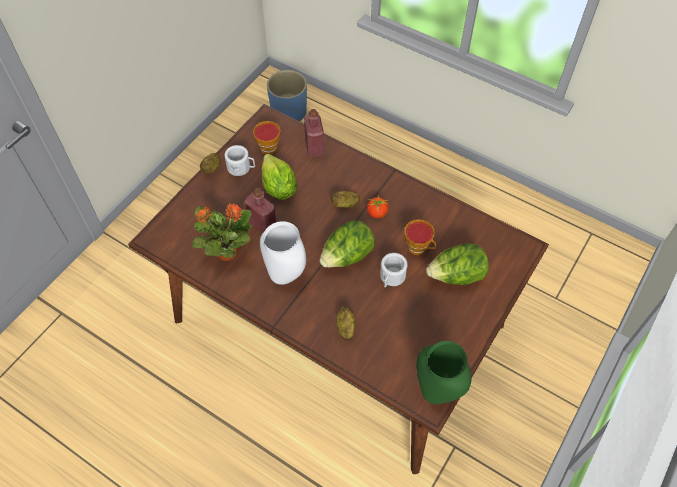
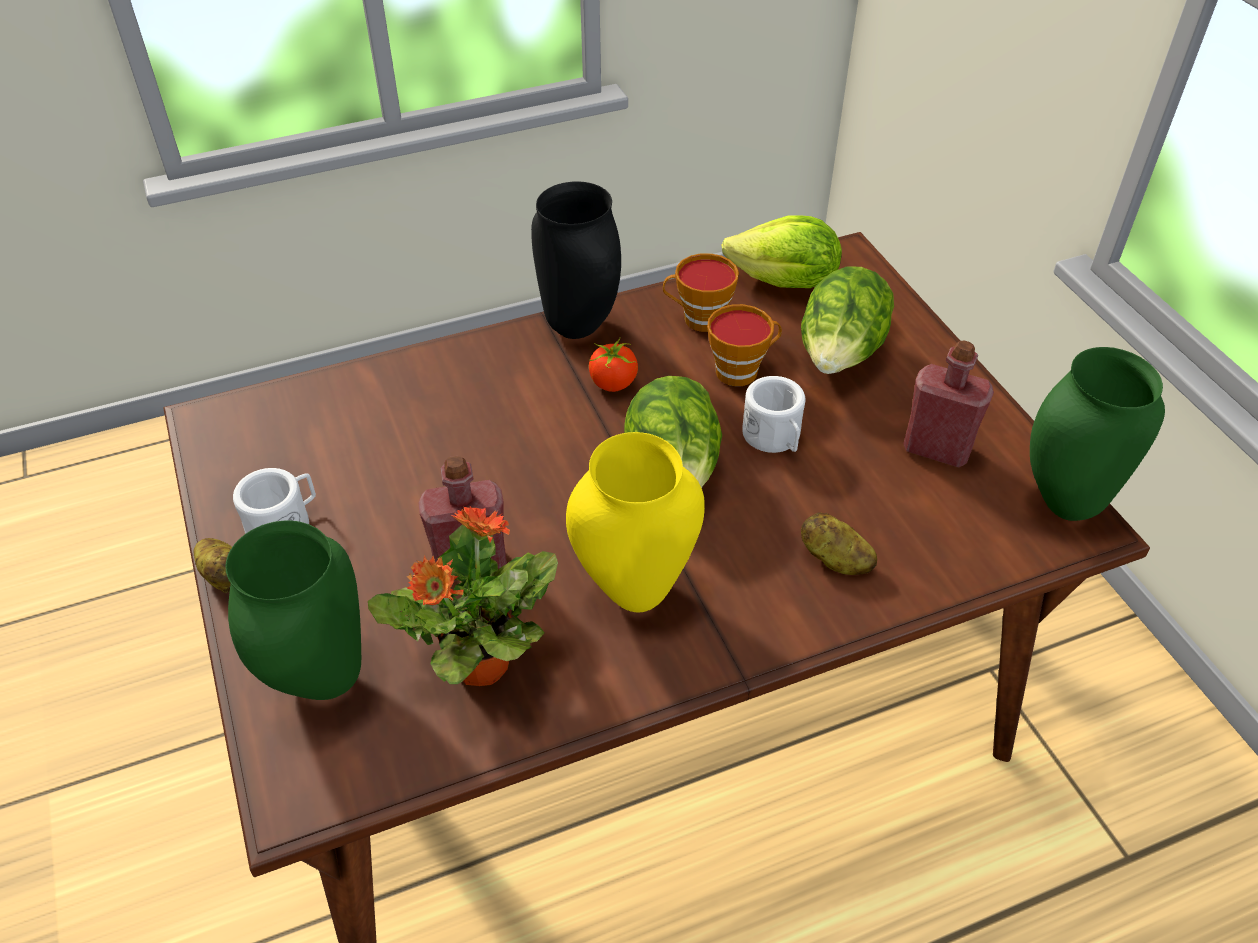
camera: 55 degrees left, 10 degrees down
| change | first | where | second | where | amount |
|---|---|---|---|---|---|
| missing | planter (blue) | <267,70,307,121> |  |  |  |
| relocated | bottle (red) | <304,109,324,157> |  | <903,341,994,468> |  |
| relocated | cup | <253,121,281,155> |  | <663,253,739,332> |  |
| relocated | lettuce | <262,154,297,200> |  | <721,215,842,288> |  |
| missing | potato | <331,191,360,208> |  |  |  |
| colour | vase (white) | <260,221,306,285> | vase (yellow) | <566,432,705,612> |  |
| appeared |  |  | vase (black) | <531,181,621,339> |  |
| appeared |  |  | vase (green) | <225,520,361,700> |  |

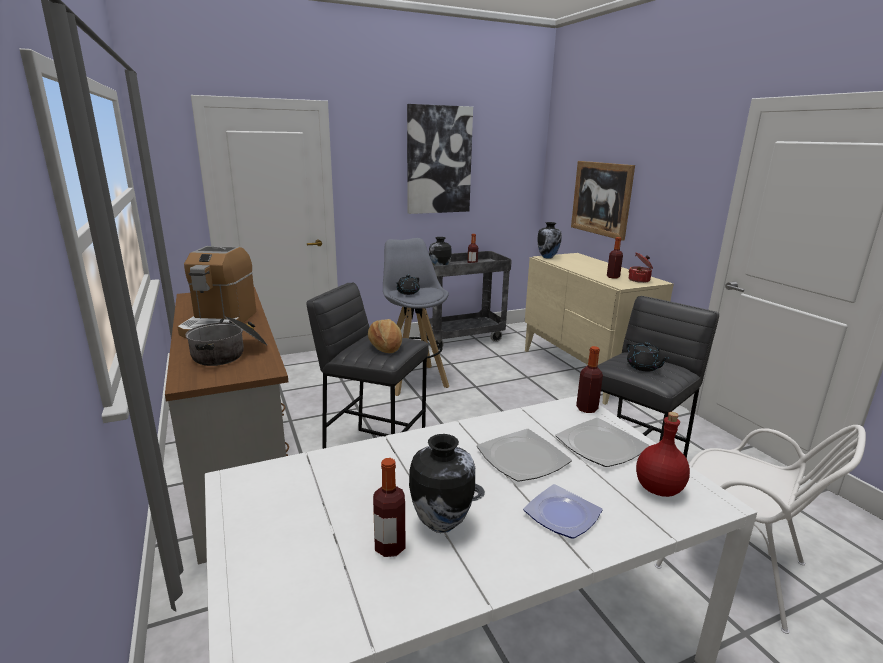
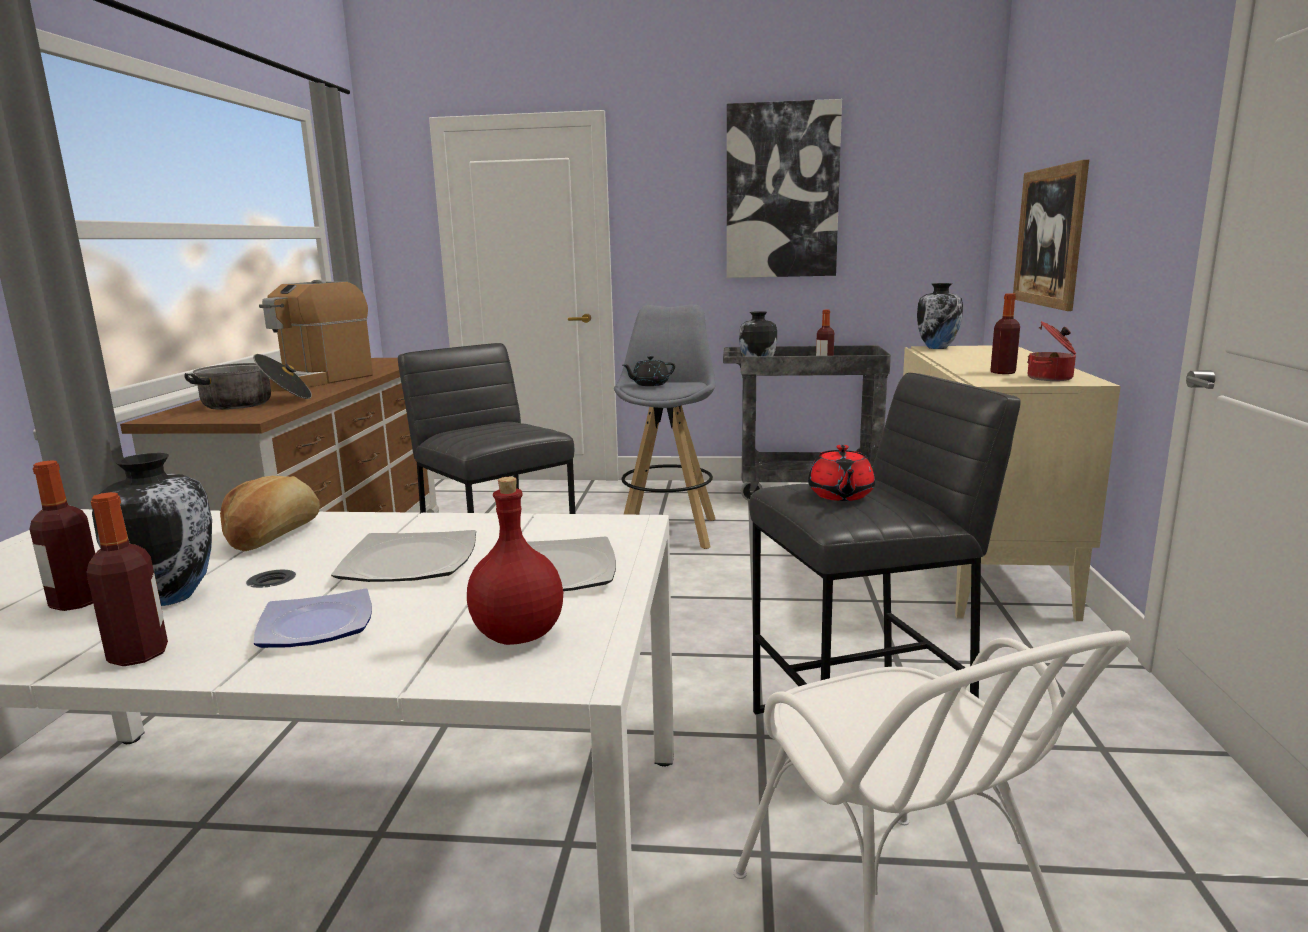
camera: 30 degrees right, 5 degrees down
| change | first | where | second | where | amount |
|---|---|---|---|---|---|
| relocated | bread | <368,319,402,353> |  | <220,476,320,551> |  |
| colour | teapot (black) | <626,342,669,372> | teapot (red) | <808,445,875,501> |  |
| relocated | bottle | <576,346,603,413> |  | <86,492,168,666> |  |

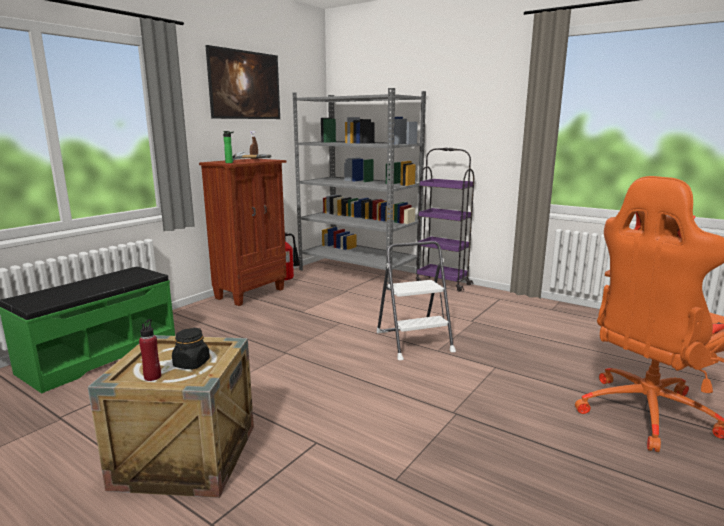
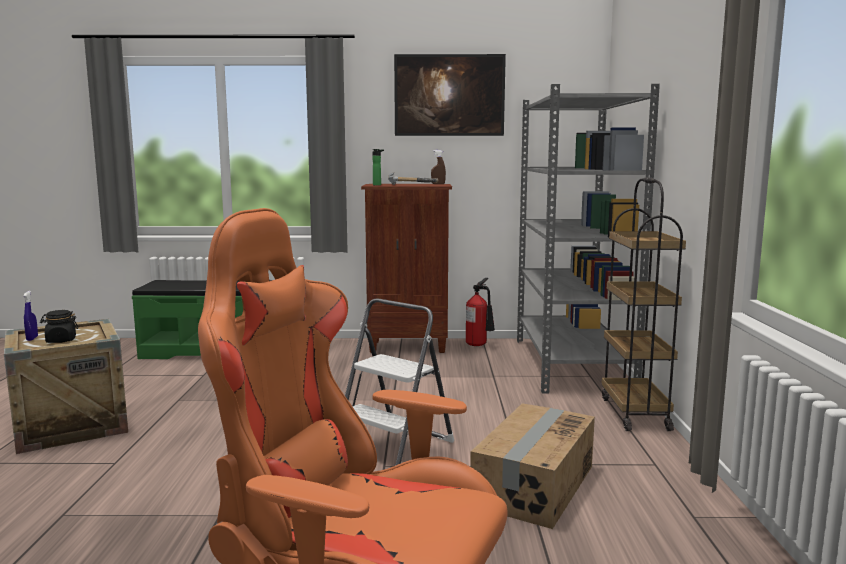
camera: 55 degrees right, 5 degrees down
| change | first | where | second | where | amount |
|---|---|---|---|---|---|
| colour | cart (purple) | <416,148,474,291> | cart (brown) | <601,177,686,431> |  |
| exchanged | bottle (red) | <139,319,161,381> | spray bottle (blue) | <24,291,38,341> |  |
| appeared |  |  | cardboard box | <470,403,595,529> |  |

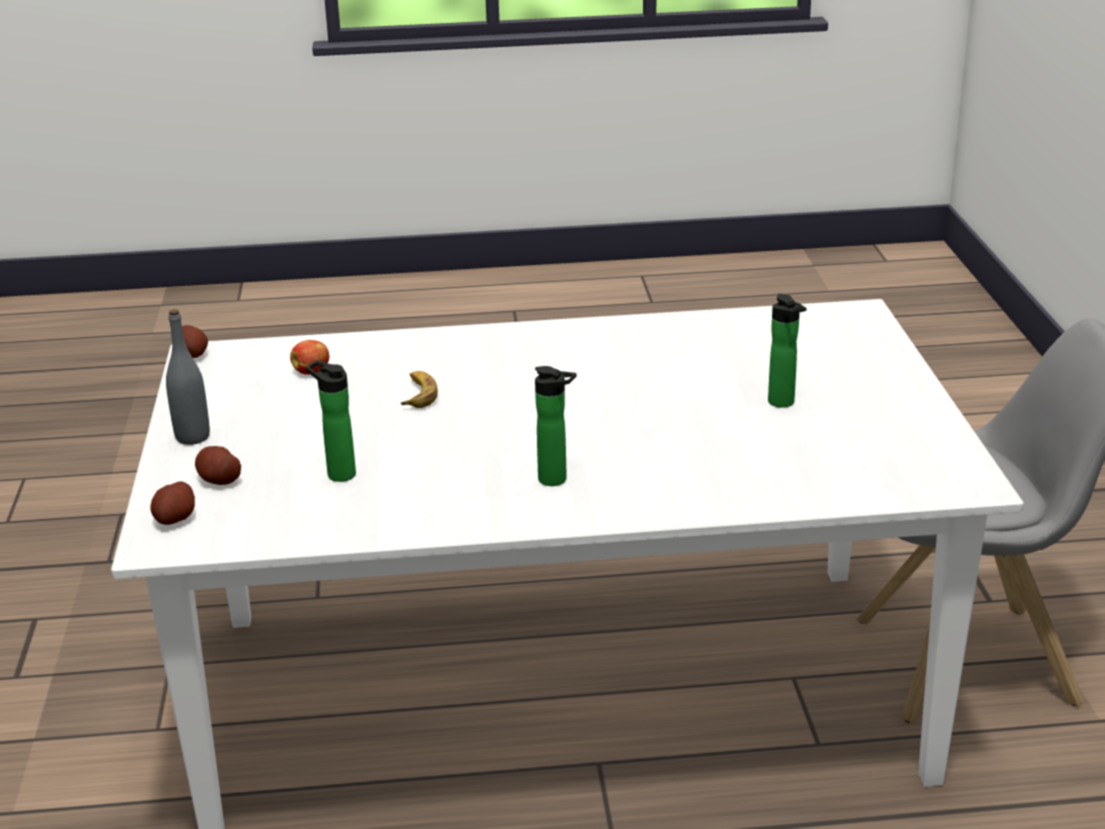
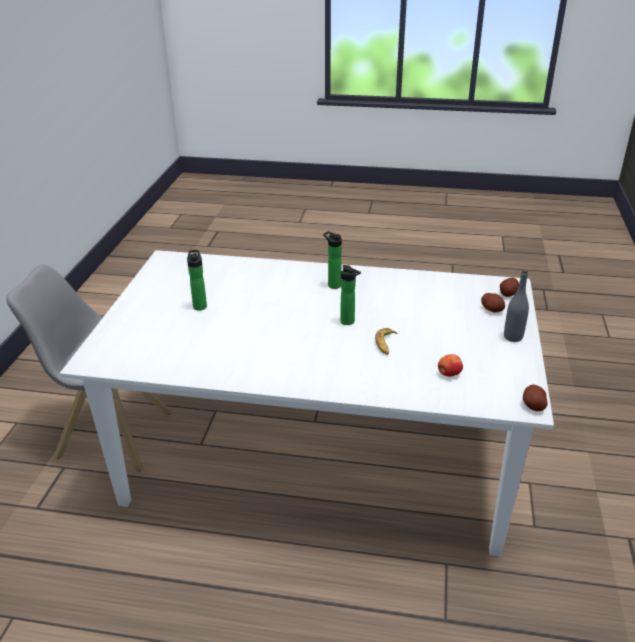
camera: 165 degrees left, 5 degrees up
| change | first | where | second | where | amount |
|---|---|---|---|---|---|
| relocated | bottle | <306,360,356,482> |  | <340,265,361,325> |  |

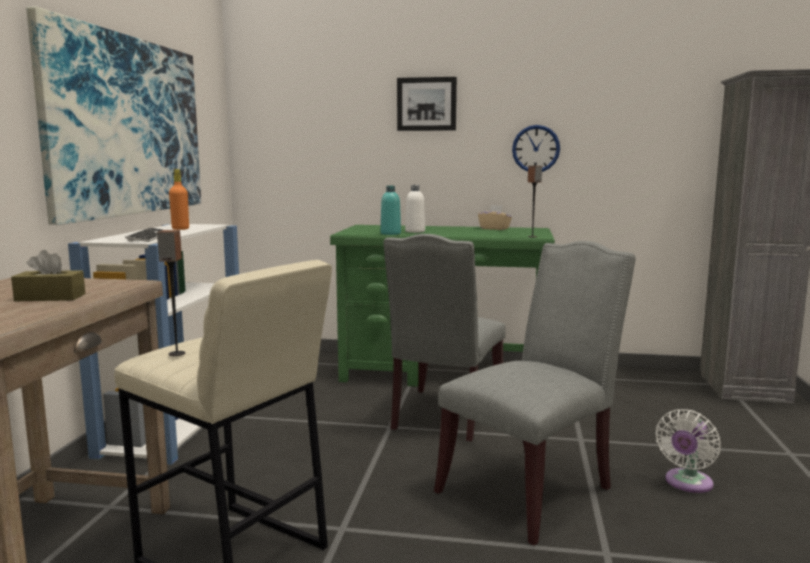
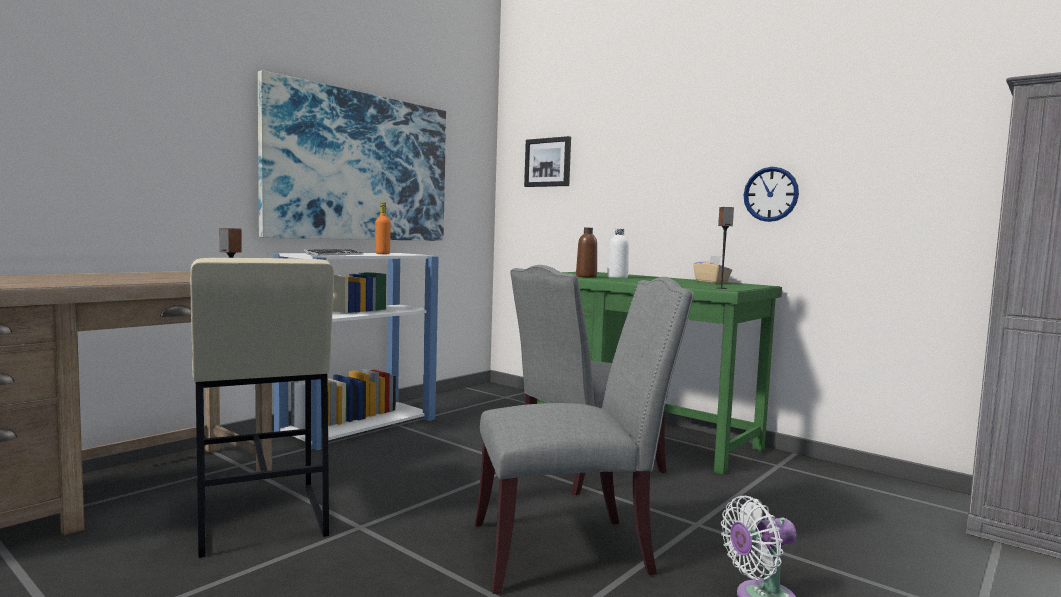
camera: 30 degrees right, 5 degrees down
| change | first | where | second | where | amount |
|---|---|---|---|---|---|
| relocated | picture | <397,77,457,131> |  | <524,136,571,187> |  |
| colour | bottle (turquoise) | <381,186,401,235> | bottle (brown) | <576,227,597,278> |  |
| missing | tissue box (brown) | <11,250,85,301> |  |  |  |

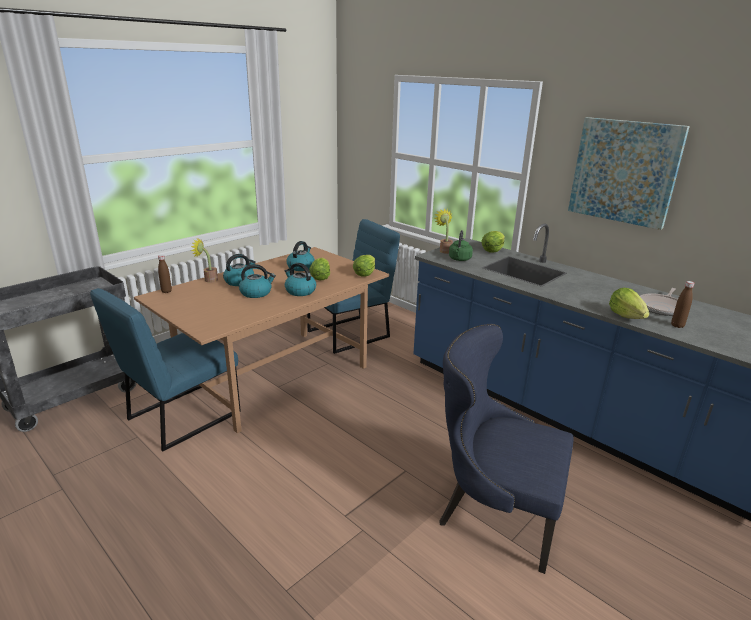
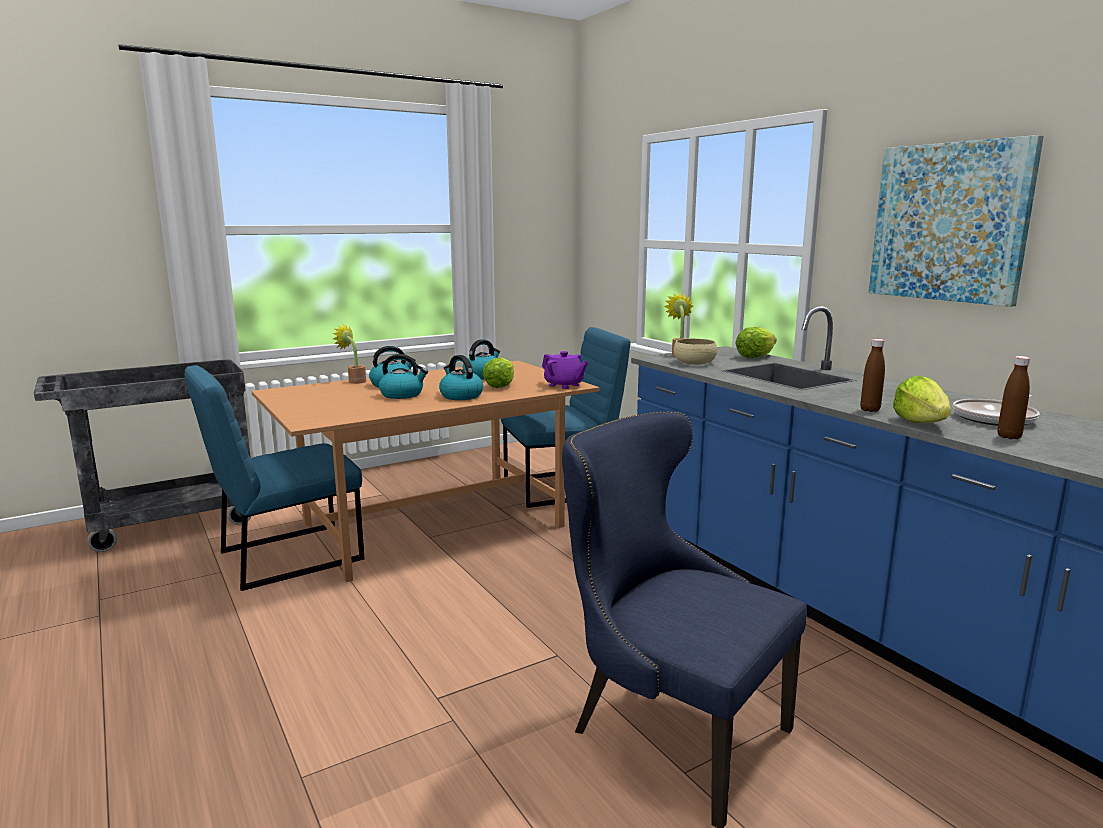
camera: 15 degrees right, 10 degrees down
| change | first | where | second | where | amount |
|---|---|---|---|---|---|
| exchanged | kettle (green) | <449,230,473,261> | bowl (beige) | <674,338,717,365> |  |
| relocated | bottle (brown) | <158,255,172,293> |  | <860,339,885,412> |  |
| exchanged | lettuce | <353,255,375,277> | teapot (purple) | <542,351,588,389> |  |

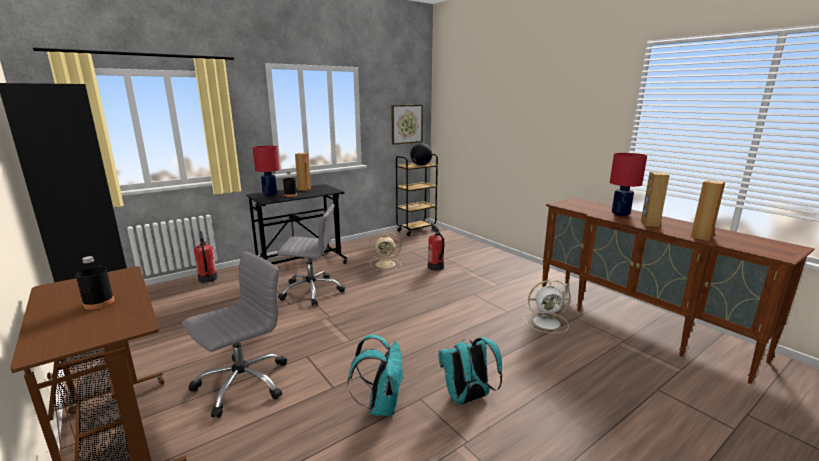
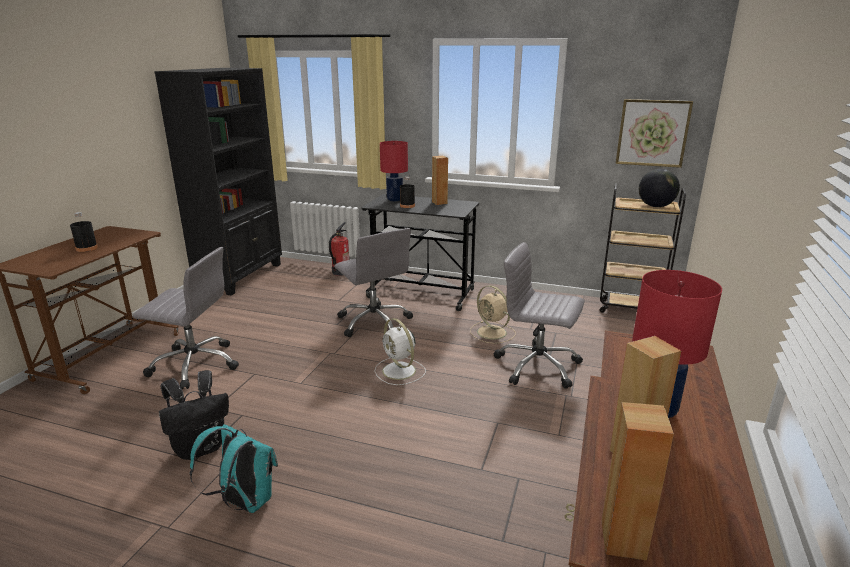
camera: 55 degrees right, 5 degrees up
| change | first | where | second | where | amount |
|---|---|---|---|---|---|
| exchanged | fire extinguisher | <428,222,444,270> | office chair (grey) | <494,242,585,389> |  |
| relocated | fan (white) | <523,280,571,333> |  | <375,318,426,385> |  |
| colour | backpack (turquoise) | <347,335,403,417> | backpack (black) | <159,370,229,460> |  |

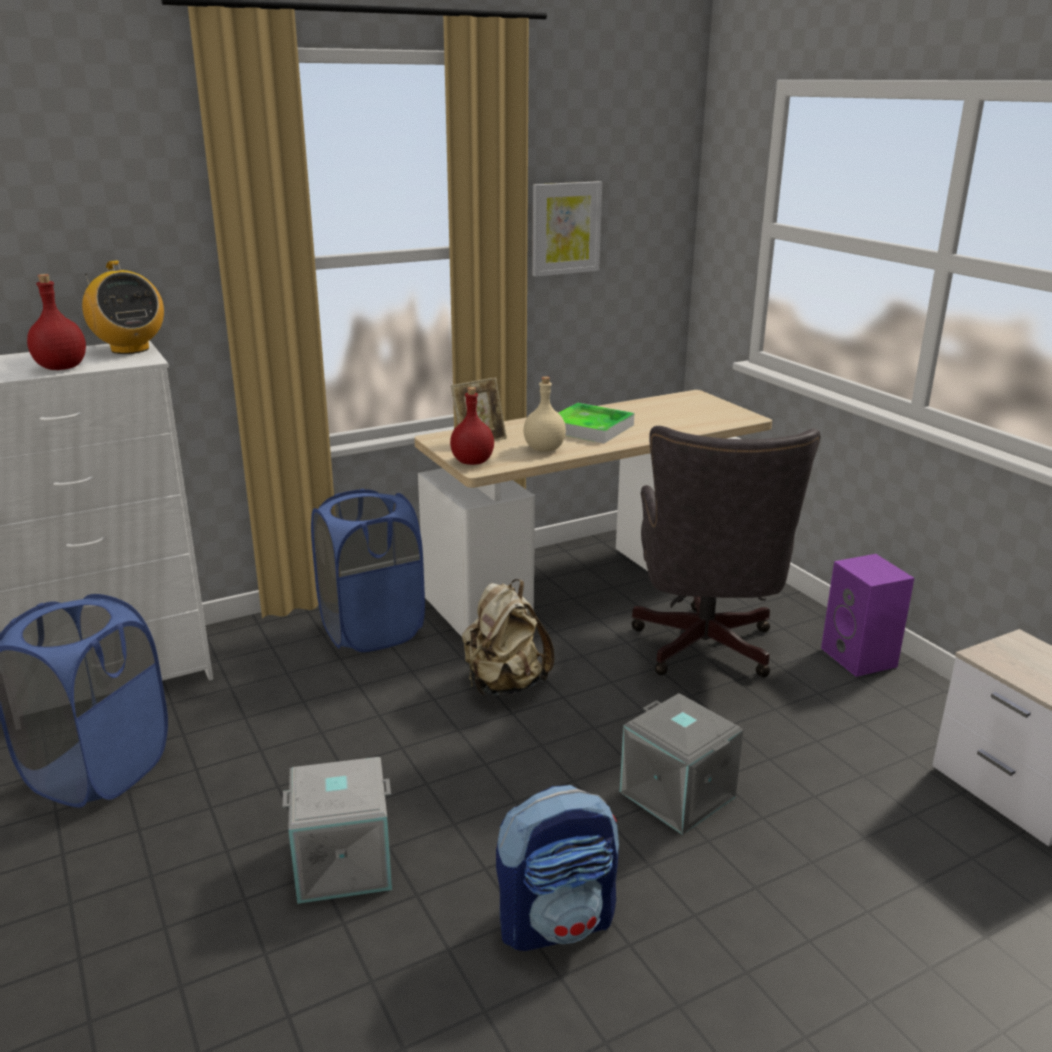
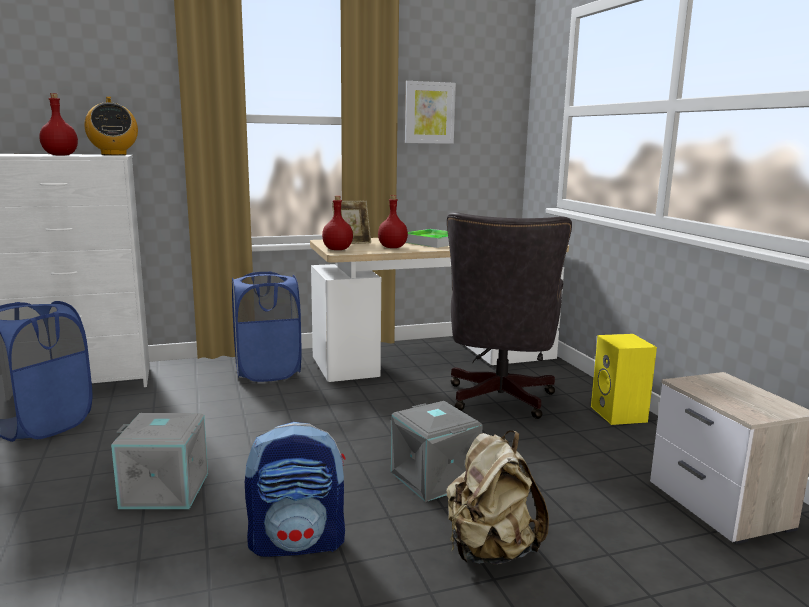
camera: 10 degrees right, 10 degrees down
| change | first | where | second | where | amount |
|---|---|---|---|---|---|
| colour | bottle (beige) | <524,376,566,452> | bottle (red) | <378,195,408,248> |  |
| colour | speaker (purple) | <821,554,914,677> | speaker (yellow) | <591,334,657,425> |  |
| relocated | backpack (beige) | <462,579,554,696> |  | <446,430,549,564> |  |

